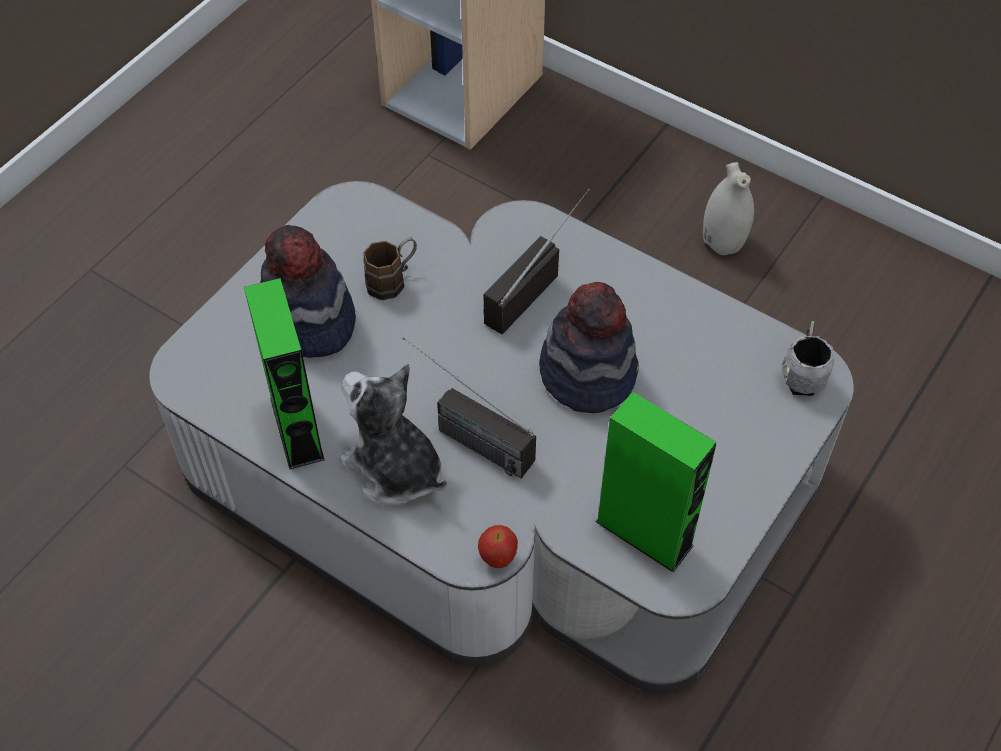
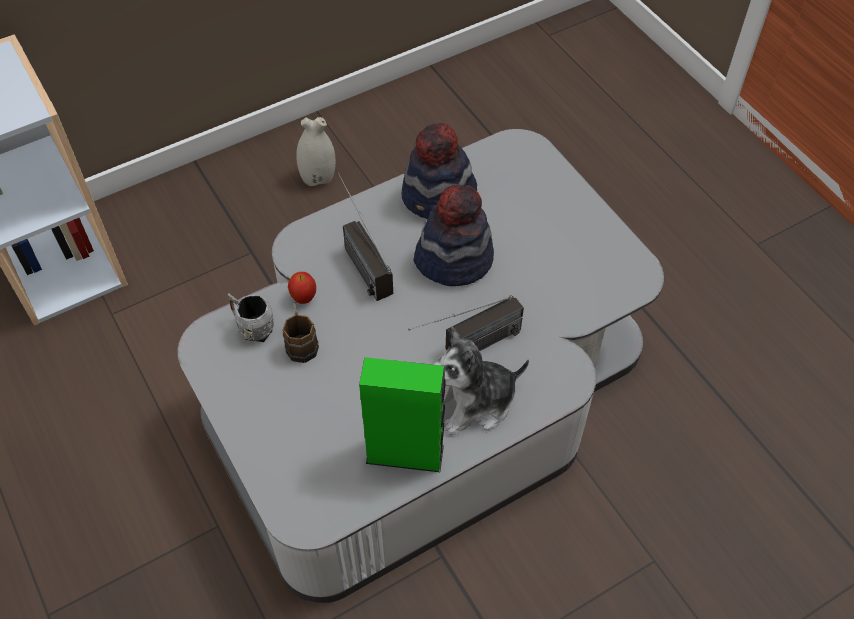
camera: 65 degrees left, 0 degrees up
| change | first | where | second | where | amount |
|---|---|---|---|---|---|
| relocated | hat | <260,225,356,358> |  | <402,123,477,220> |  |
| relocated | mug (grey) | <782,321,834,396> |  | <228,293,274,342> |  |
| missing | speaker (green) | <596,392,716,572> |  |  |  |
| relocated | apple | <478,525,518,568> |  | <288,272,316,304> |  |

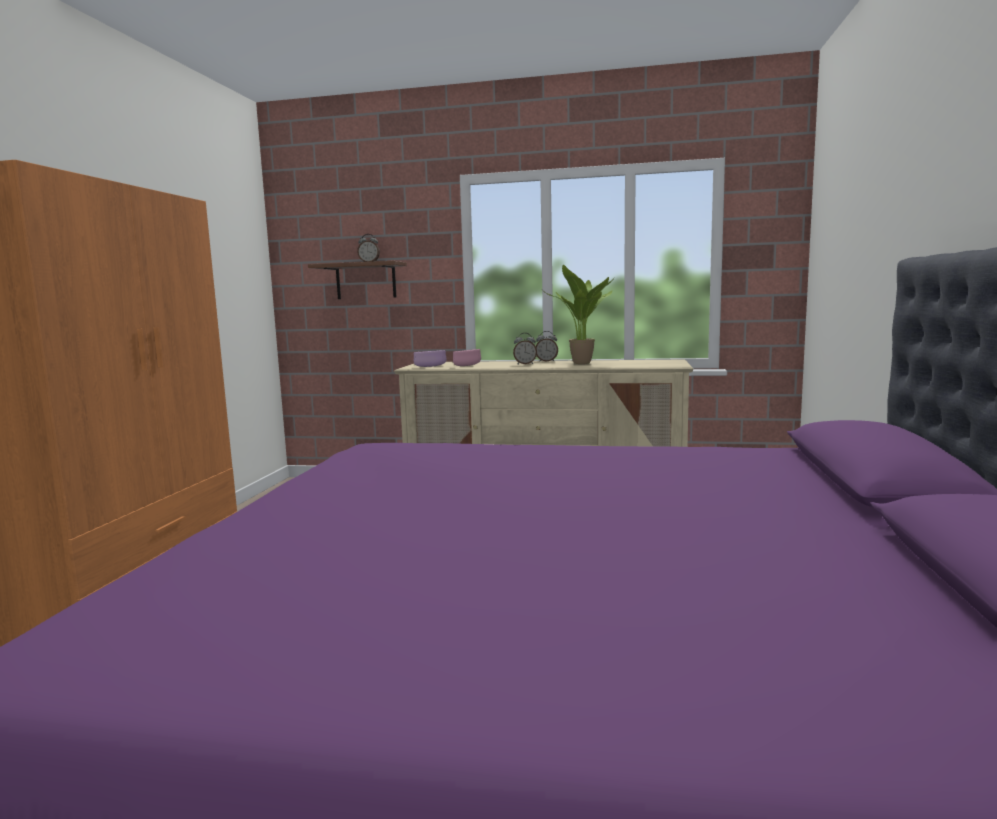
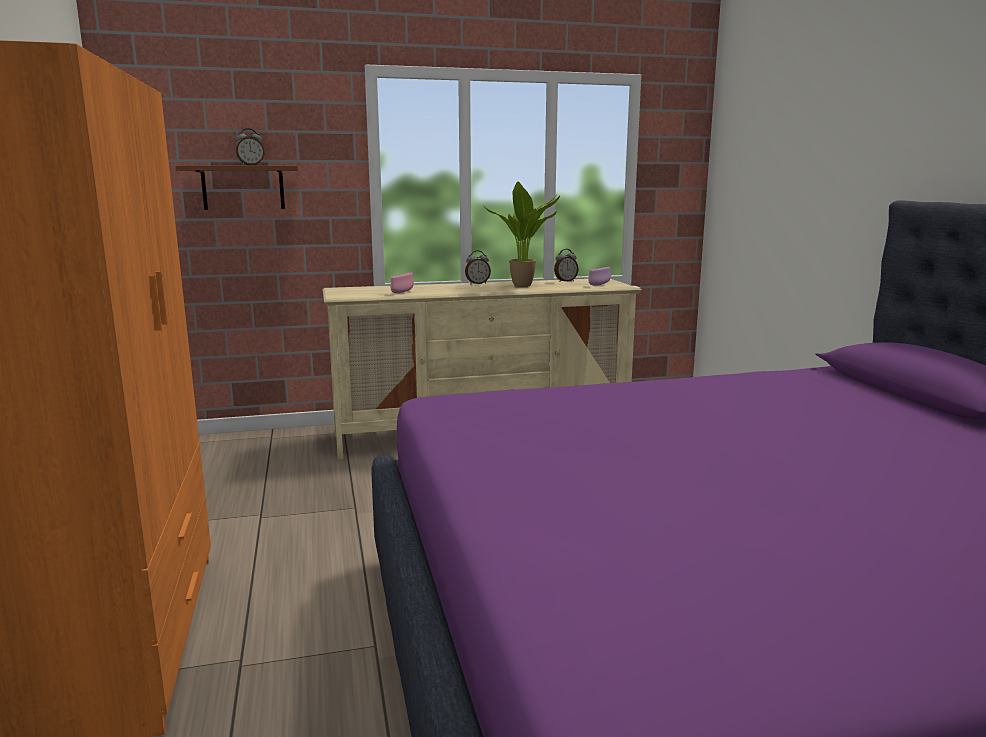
camera: 25 degrees left, 5 degrees up
| change | first | where | second | where | amount |
|---|---|---|---|---|---|
| relocated | alarm clock | <513,333,537,364> |  | <554,249,579,282> |  |
| relocated | bowl (purple) | <414,350,446,367> |  | <588,267,611,285> |  |

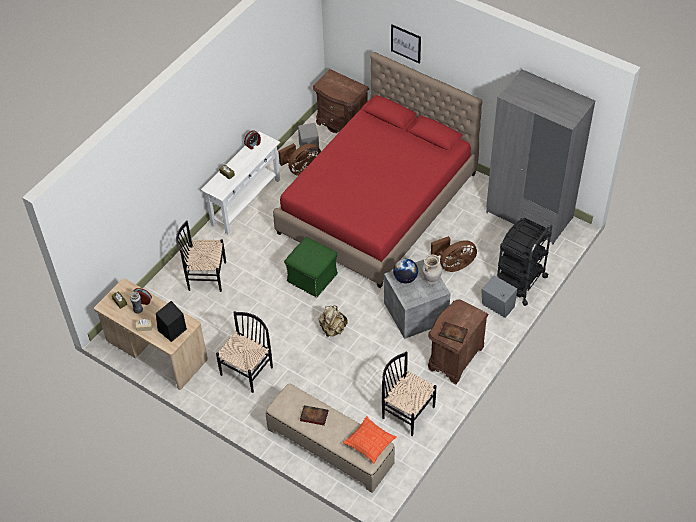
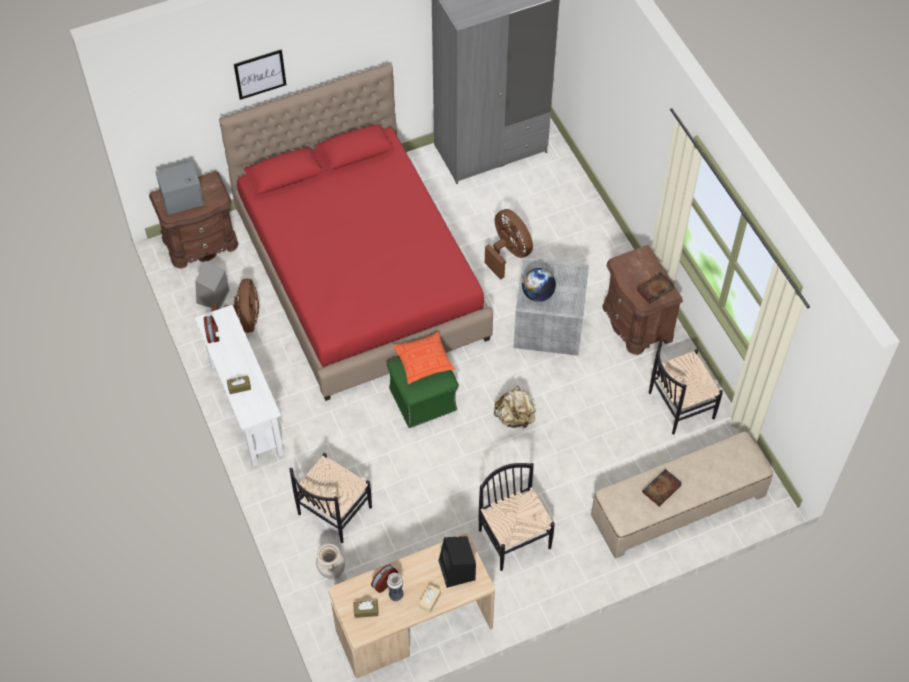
camera: 60 degrees left, 5 degrees up
| change | first | where | second | where | amount |
|---|---|---|---|---|---|
| missing | cart (black) | <497,218,552,306> |  |  |  |
| spun | fan (brown) | <431,236,477,272> |  | <485,209,533,280> | 45 degrees counterclockwise |
| relocated | vase (beige) | <422,255,442,285> |  | <316,544,345,580> |  |
| relocated | speaker (grey) | <481,275,517,318> |  | <156,162,204,215> |  |
| relocated | pillow (orange) | <343,416,397,464> |  | <393,332,455,384> |  |

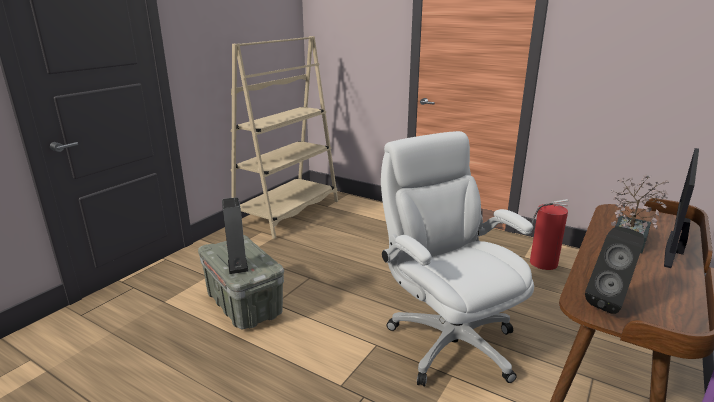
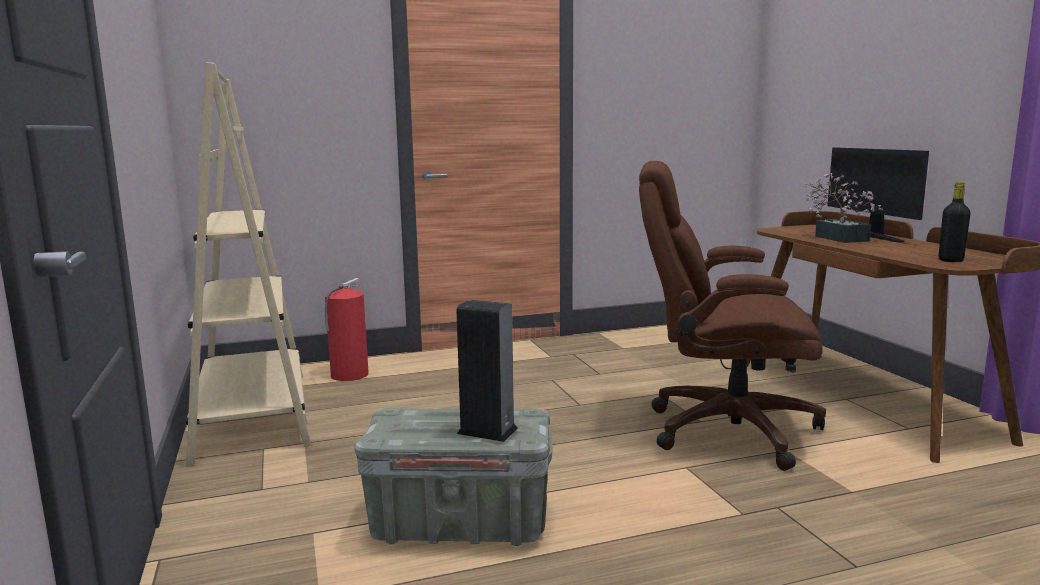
camera: 50 degrees left, 10 degrees down
| change | first | where | second | where | amount |
|---|---|---|---|---|---|
| colour | office chair (white) | <381,131,534,386> | office chair (brown) | <639,161,826,471> |  |
| relocated | fire extinguisher | <530,199,569,270> |  | <325,278,369,381> |  |
| exchanged | speaker (black) | <585,226,644,314> | bottle (black) | <939,181,971,262> |  |

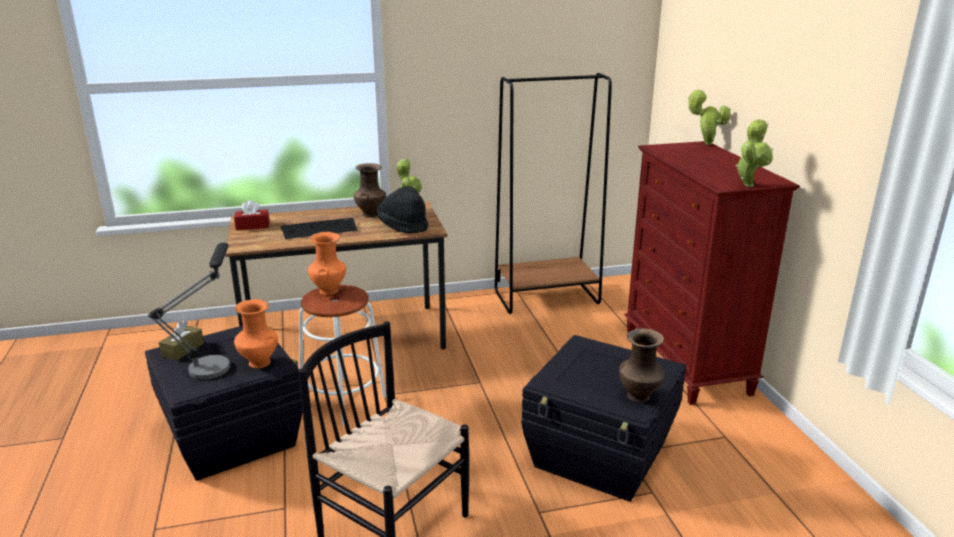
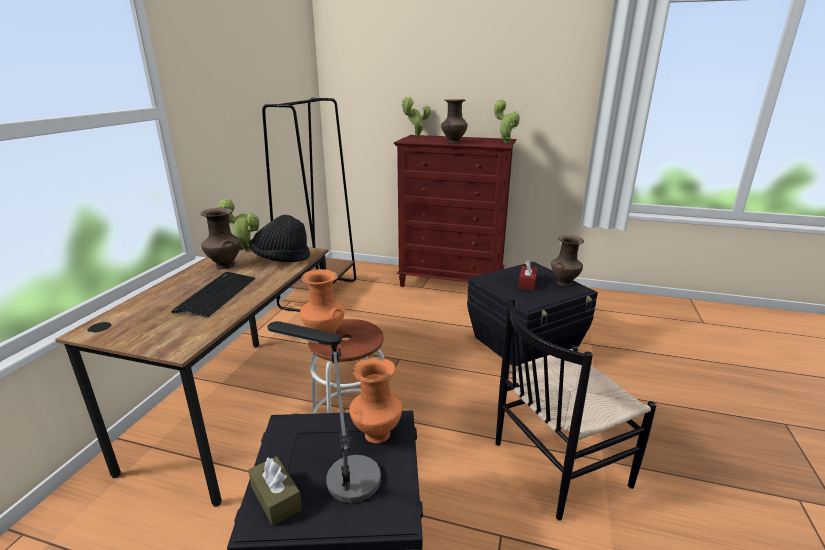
camera: 60 degrees left, 0 degrees up
| change | first | where | second | where | amount |
|---|---|---|---|---|---|
| relocated | tissue box (red) | <234,200,269,230> |  | <518,260,537,290> |  |
| appeared |  |  | vase (brown) | <441,99,468,143> |  |

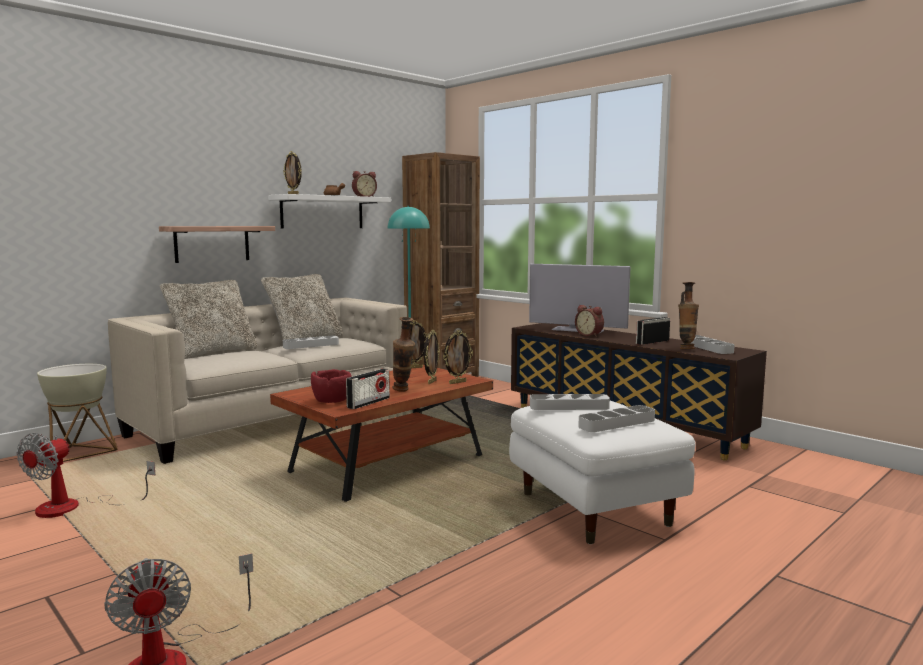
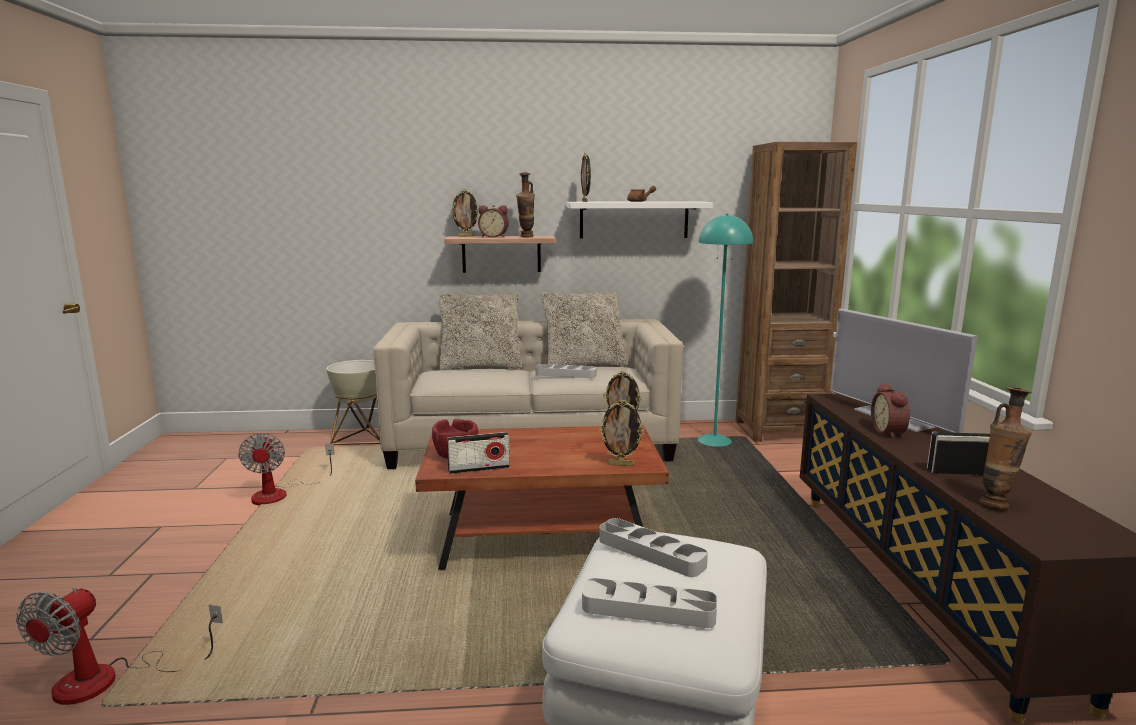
camera: 40 degrees right, 5 degrees up
| change | first | where | second | where | amount |
|---|---|---|---|---|---|
| relocated | alarm clock | <352,171,377,197> |  | <478,205,509,238> |  |
| relocated | vase | <393,317,415,392> |  | <516,172,535,238> |  |
| relocated | picture frame | <424,330,440,384> |  | <451,189,479,237> |  |
| missing | tray (grey) | <691,335,735,354> |  |  |  |
| spun | fan | <16,433,155,518> |  | <238,433,335,506> | 75 degrees counterclockwise |

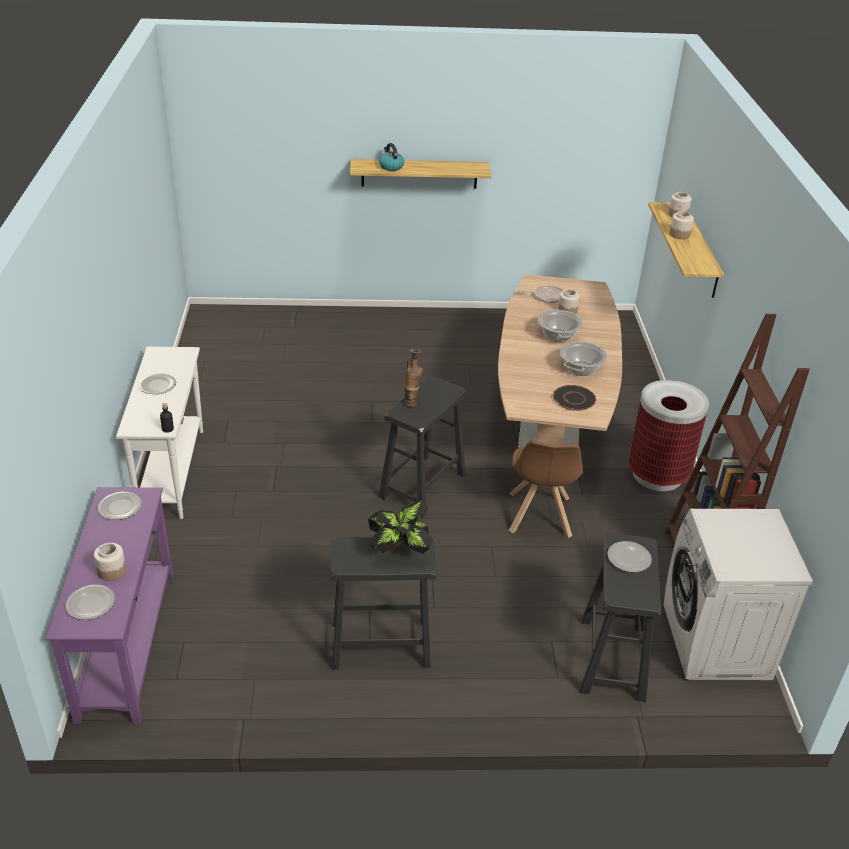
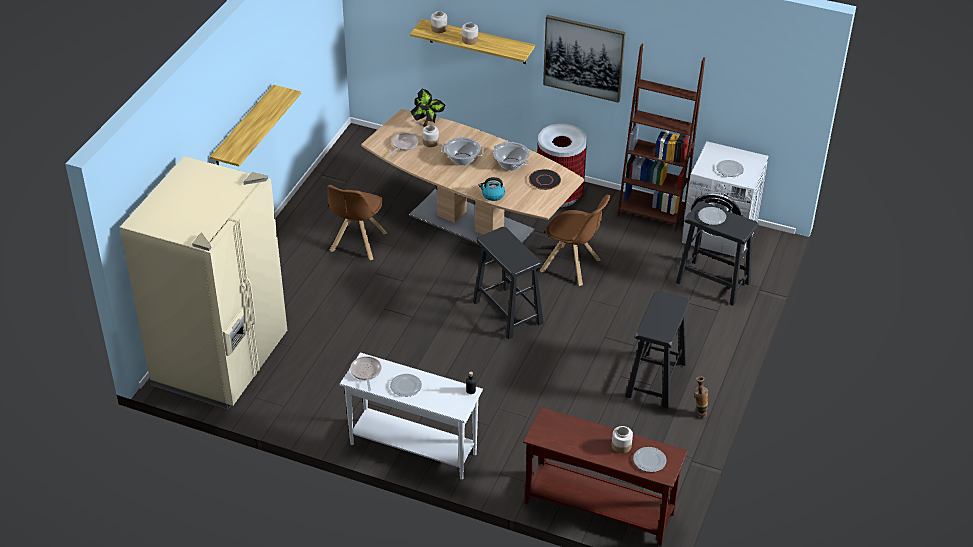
camera: 65 degrees left, 5 degrees up
| change | first | where | second | where | amount |
|---|---|---|---|---|---|
| relocated | kettle | <379,143,404,171> |  | <478,177,505,201> |  |
| relocated | vase | <404,349,423,407> |  | <694,376,708,418> |  |
| colour | console table (purple) | <45,487,174,724> | console table (brown) | <523,407,688,547> |  |
| relocated | plate | <98,492,142,520> |  | <716,160,744,177> |  |
| relocated | potted plant | <368,500,433,554> |  | <411,89,445,127> |  |
| appeared |  |  | picture | <543,15,626,103> |  |
| appeared |  |  | fridge (beige) | <120,156,287,409> |  |
| appeared |  |  | chair (brown) | <327,185,387,260> |  |
| appeared |  |  | frying pan | <350,356,382,391> |  |

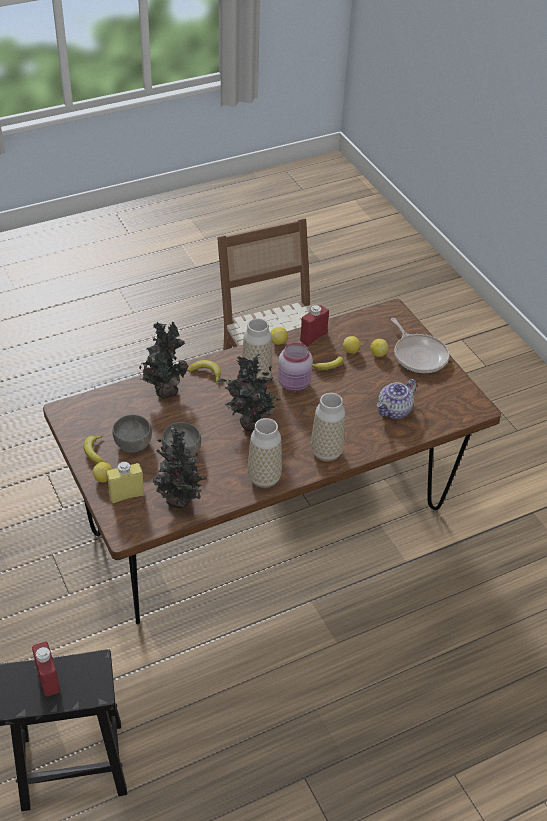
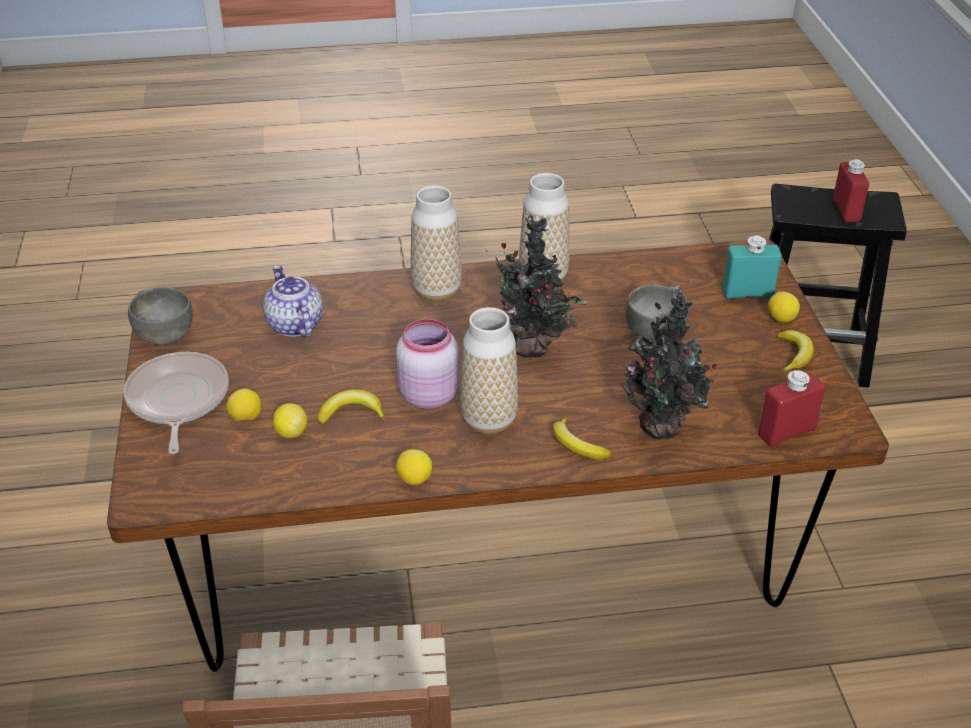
camera: 160 degrees left, 5 degrees down
| change | first | where | second | where | amount |
|---|---|---|---|---|---|
| relocated | bottle (red) | <300,305,329,346> |  | <758,370,825,447> |  |
| spun | teapot | <376,379,417,419> |  | <263,265,323,338> | 90 degrees counterclockwise |
| relocated | bowl (grey) | <113,415,152,453> |  | <128,287,193,345> |  |
| missing | potted plant | <153,426,207,508> |  |  |  |
| colour | bottle (yellow) | <107,461,144,503> | bottle (turquoise) | <722,235,782,299> |  |

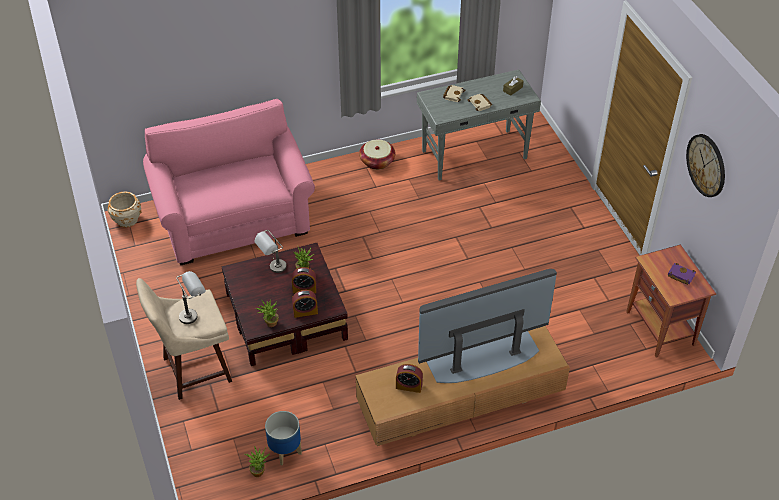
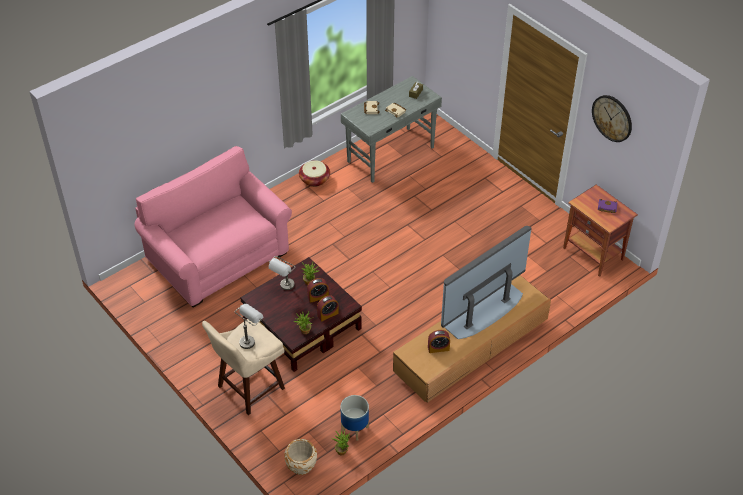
camera: 20 degrees left, 0 degrees up
| change | first | where | second | where | amount |
|---|---|---|---|---|---|
| relocated | planter (beige) | <108,192,141,227> |  | <284,439,317,475> |  |

